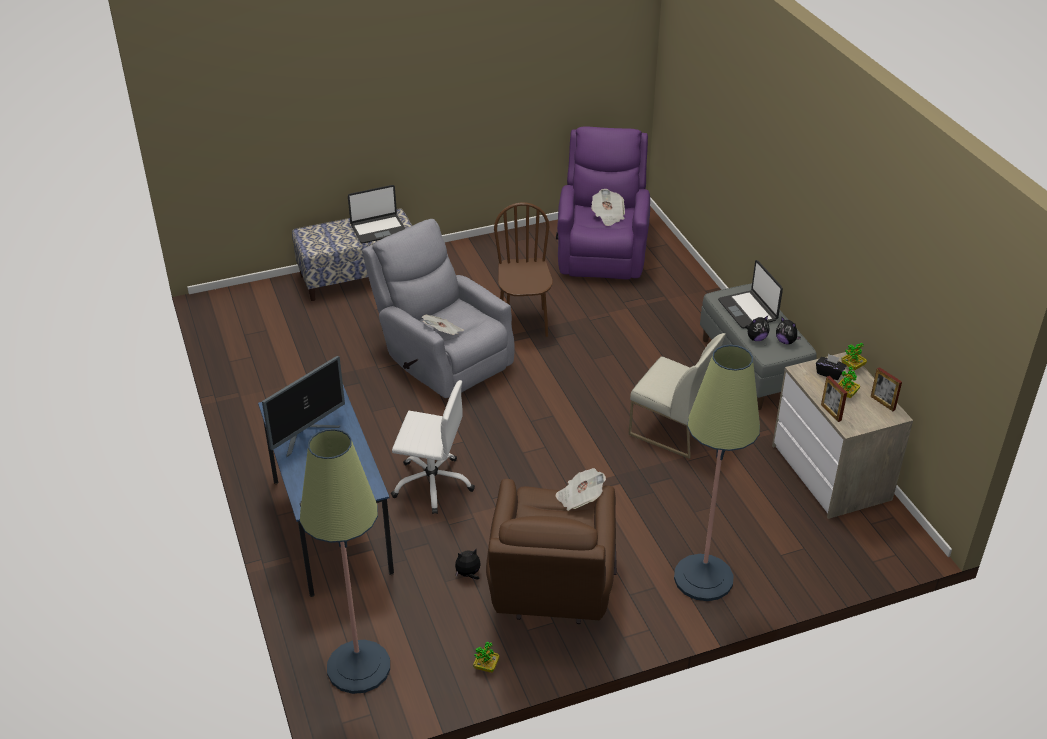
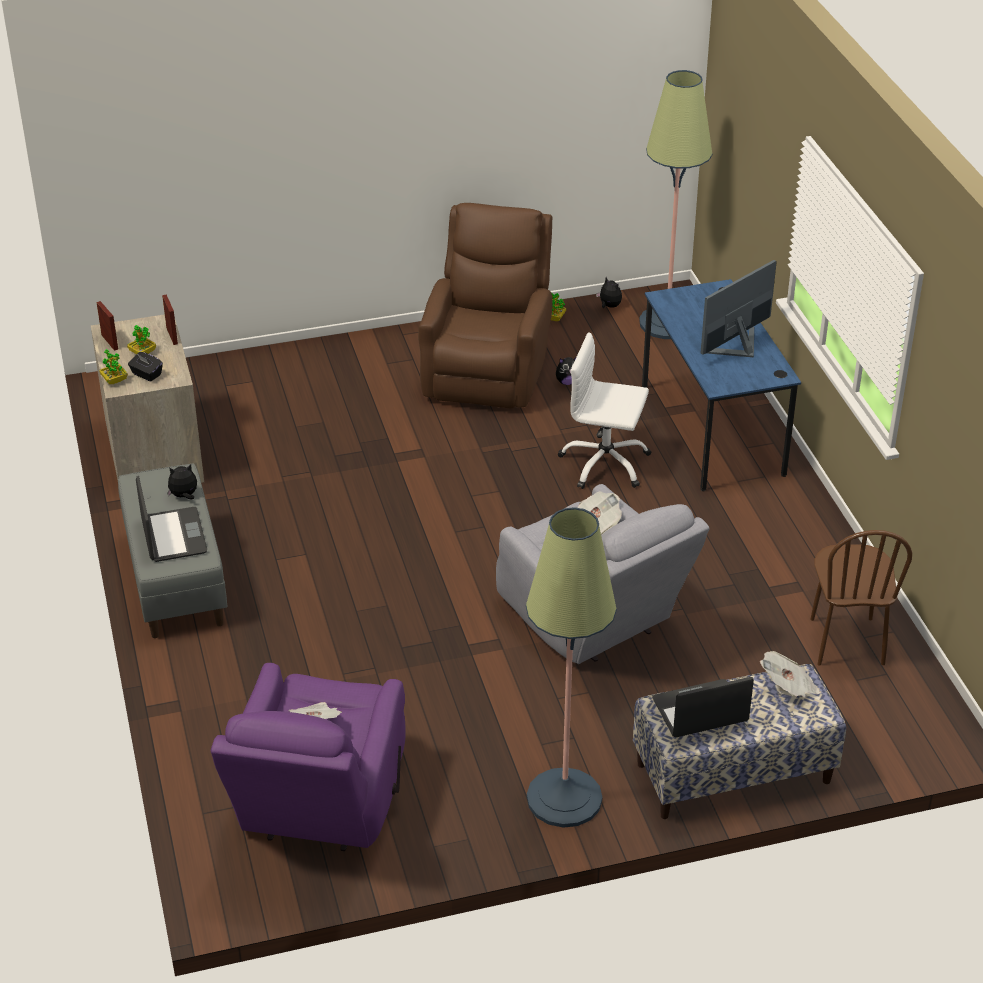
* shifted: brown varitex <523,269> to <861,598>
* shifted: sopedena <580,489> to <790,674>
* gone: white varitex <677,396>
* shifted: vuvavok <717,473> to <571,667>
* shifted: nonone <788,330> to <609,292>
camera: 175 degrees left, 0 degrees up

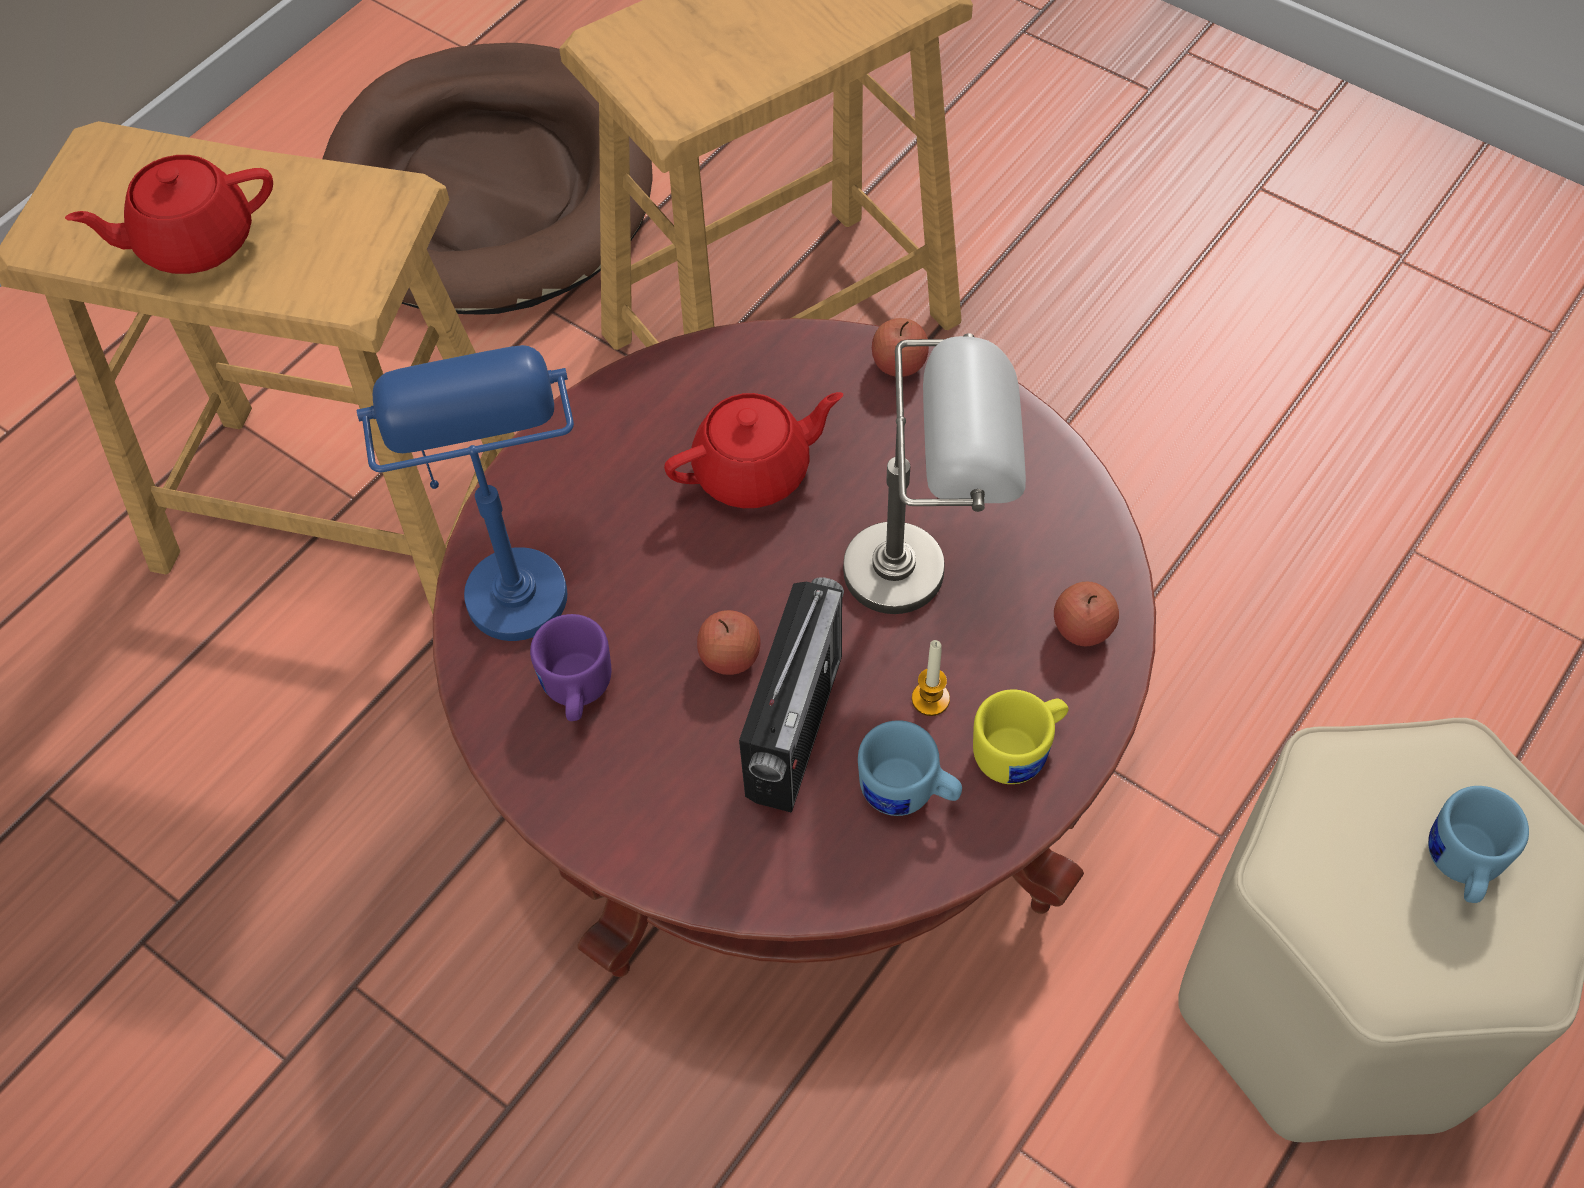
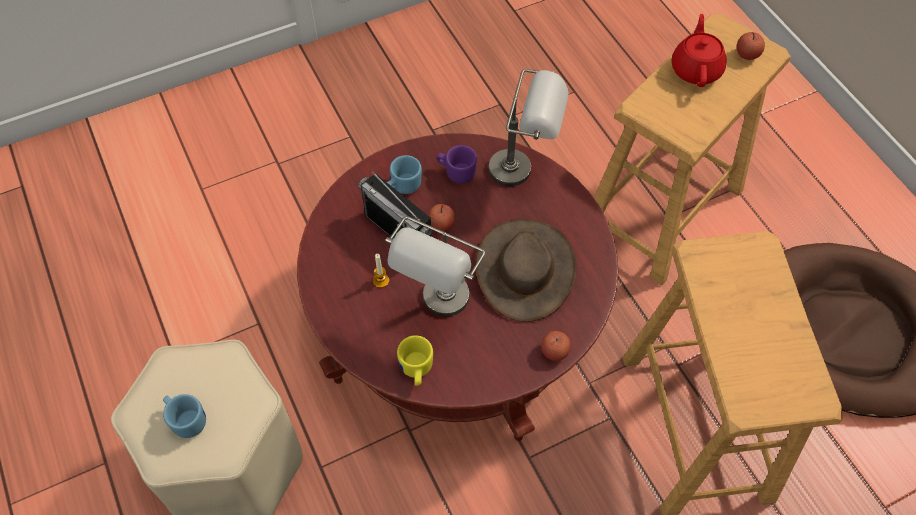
* repainted: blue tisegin <465,493> to grey tisegin <529,127>
* swapped: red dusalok <753,450> to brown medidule <526,270>
* shifted: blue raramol <910,768> to <404,174>
* shifted: yellow raramol <1021,737> to <415,360>
* shifted: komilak <1086,614> to <751,46>
camera: 115 degrees right, 0 degrees up

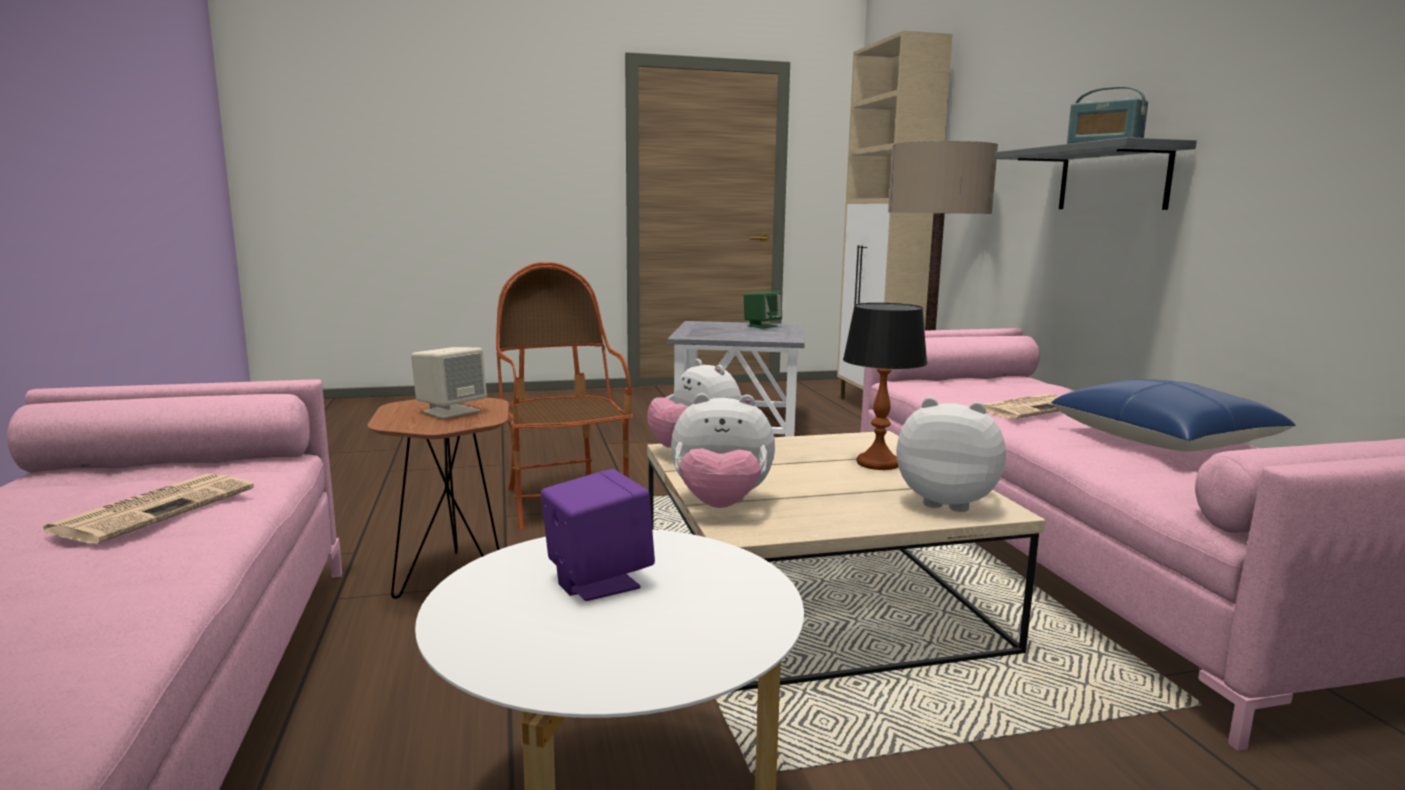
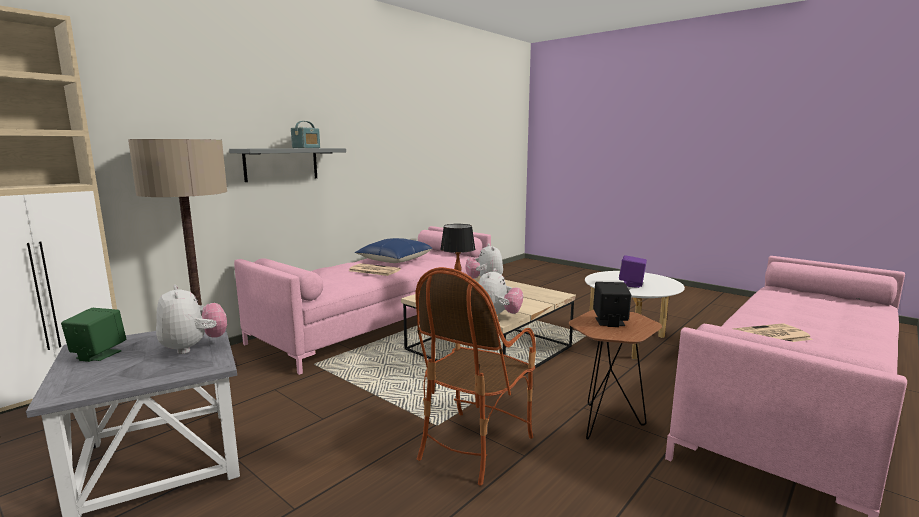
* repainted: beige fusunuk <449,383> to black fusunuk <612,304>
* shifted: nonone <723,450> to <191,319>
camera: 125 degrees left, 0 degrees up

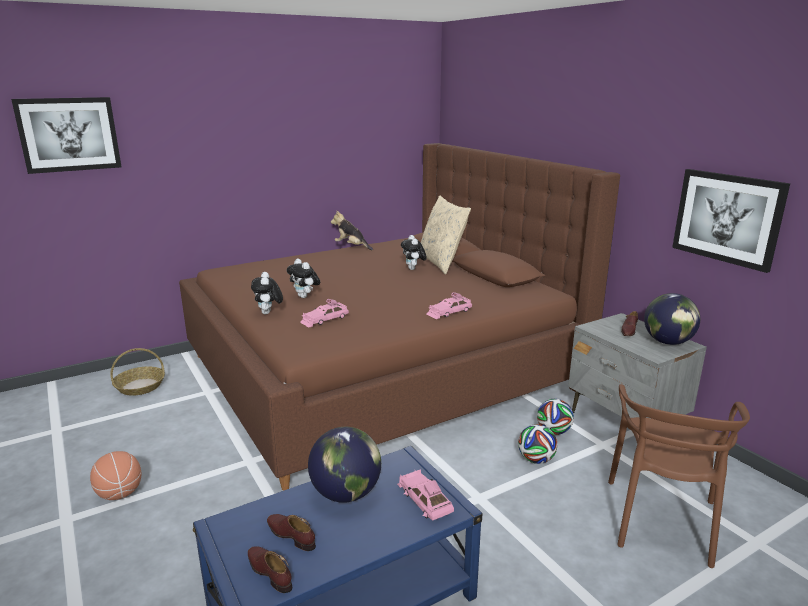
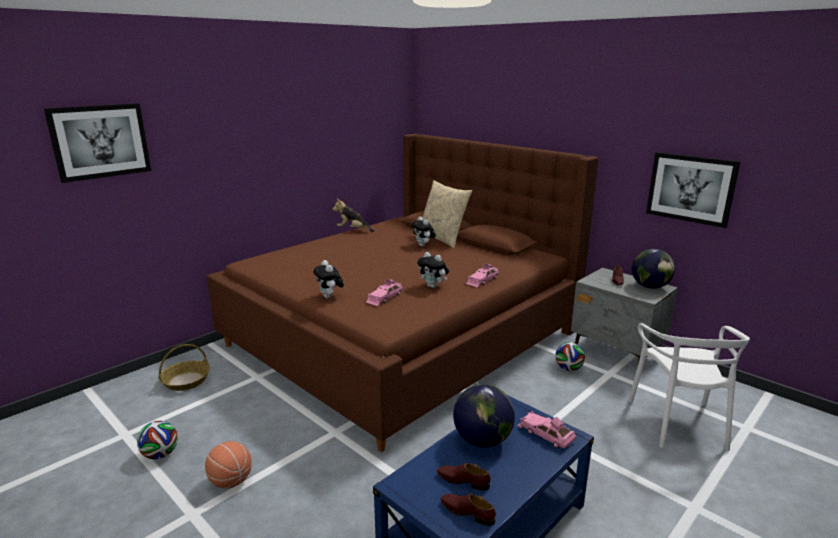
* shifted: nonone <303,278> to <433,270>
* shifted: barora <537,444> to <157,440>
* repainted: brown varitex <679,476> to white varitex <689,387>
camera: 15 degrees left, 0 degrees up

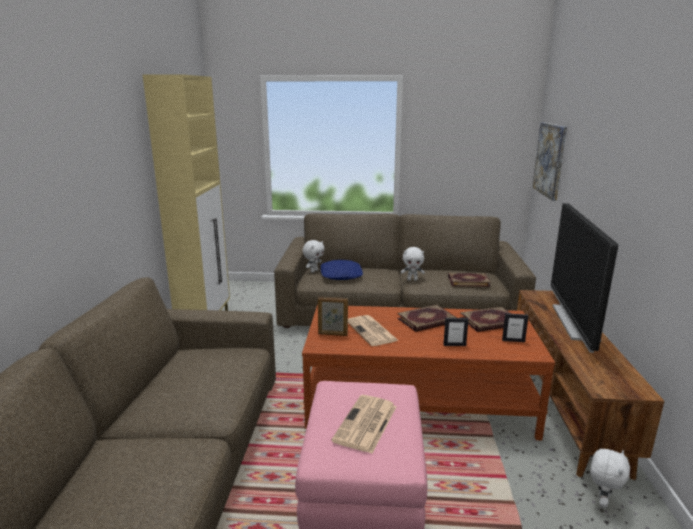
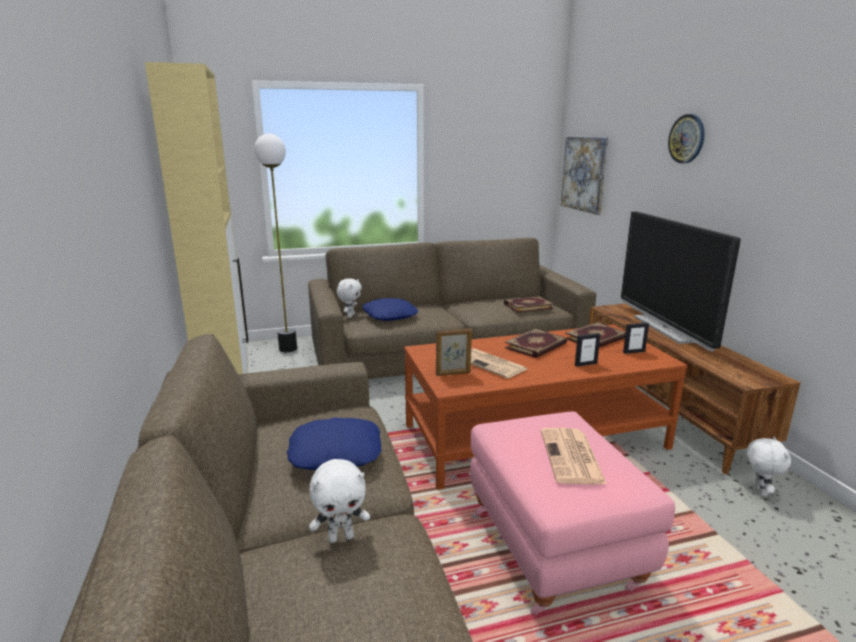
* shifted: white nonone <413,263> to <339,501>
* new: vuvavok <275,243>
* new: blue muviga <334,443>
* new: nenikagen <686,138>
camera: 20 degrees left, 0 degrees up

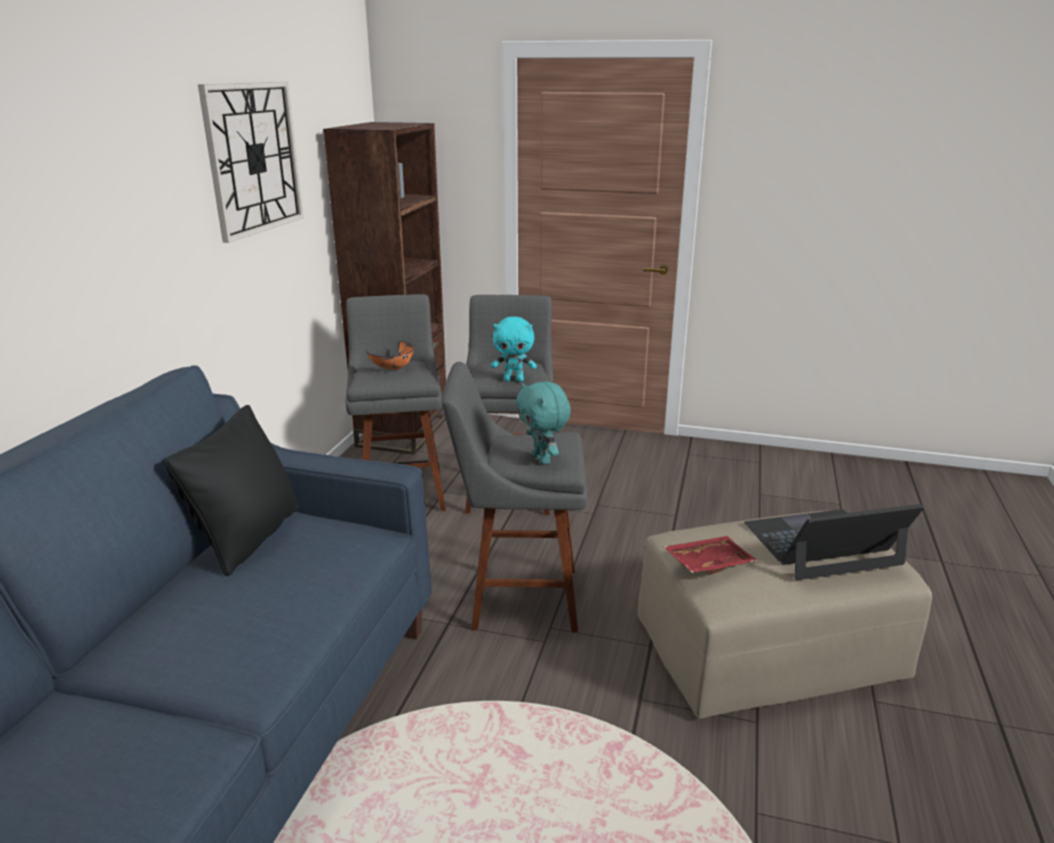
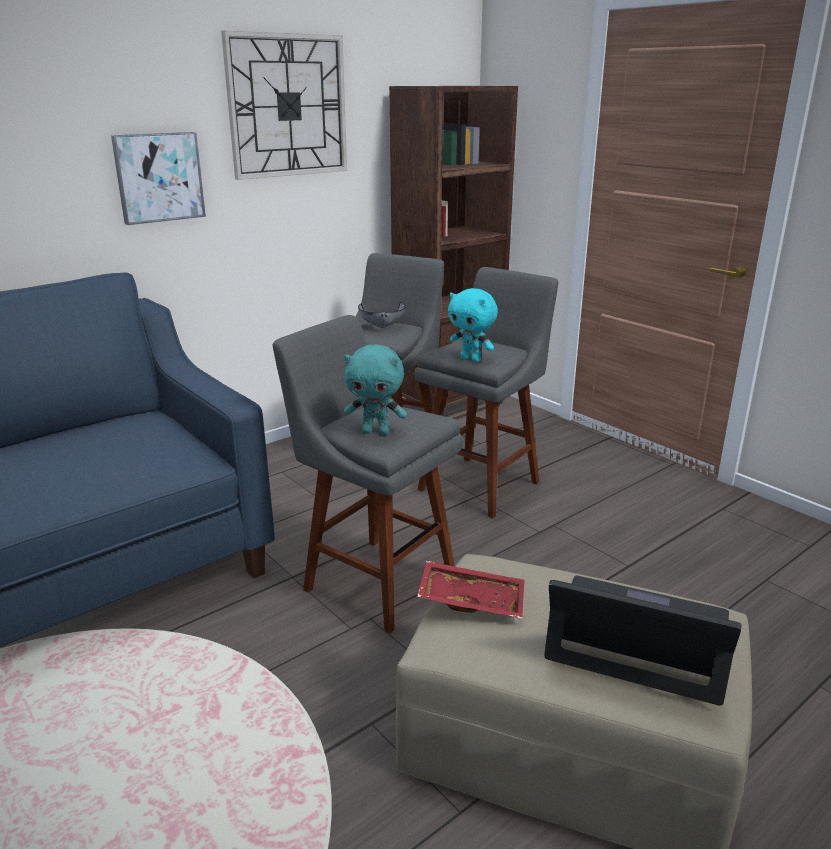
* gone: black muviga <232,490>
* repainted: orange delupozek <390,355> to grey delupozek <381,315>
* rotated: turquoise nonone <543,423> = <375,389> 90 degrees counterclockwise
* new: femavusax <158,178>
camera: 35 degrees right, 0 degrees up

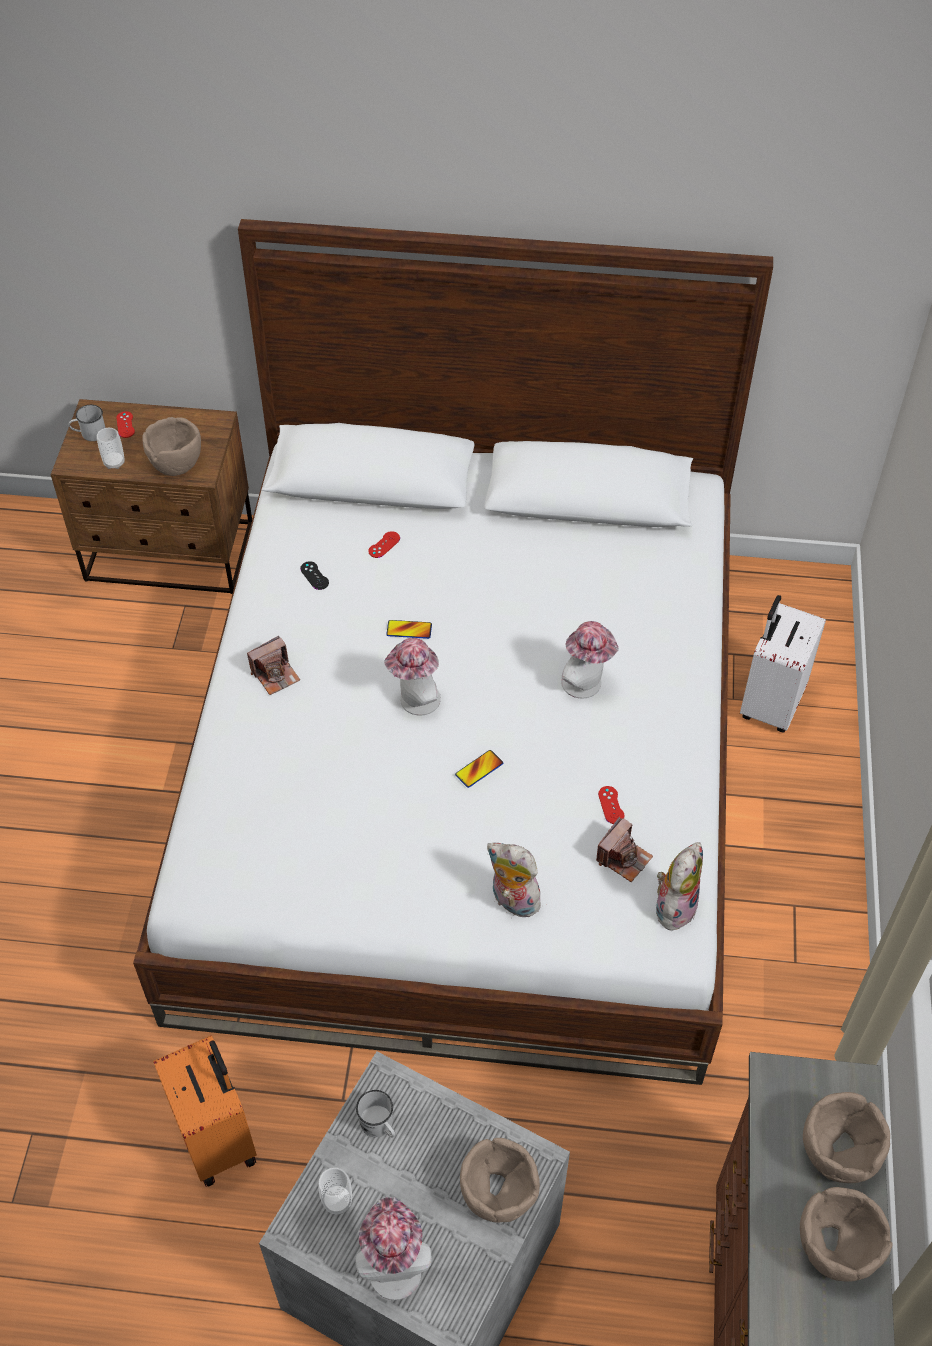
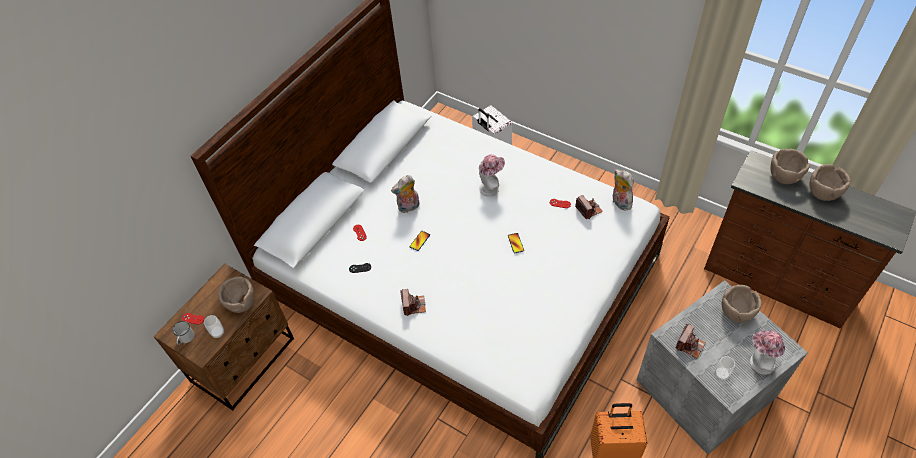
* swapped: white raramol <376,1114> to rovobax <690,340>
* gone: medidule <412,677>
* shifted: nonone <514,880> to <405,194>
camera: 60 degrees left, 0 degrees up

